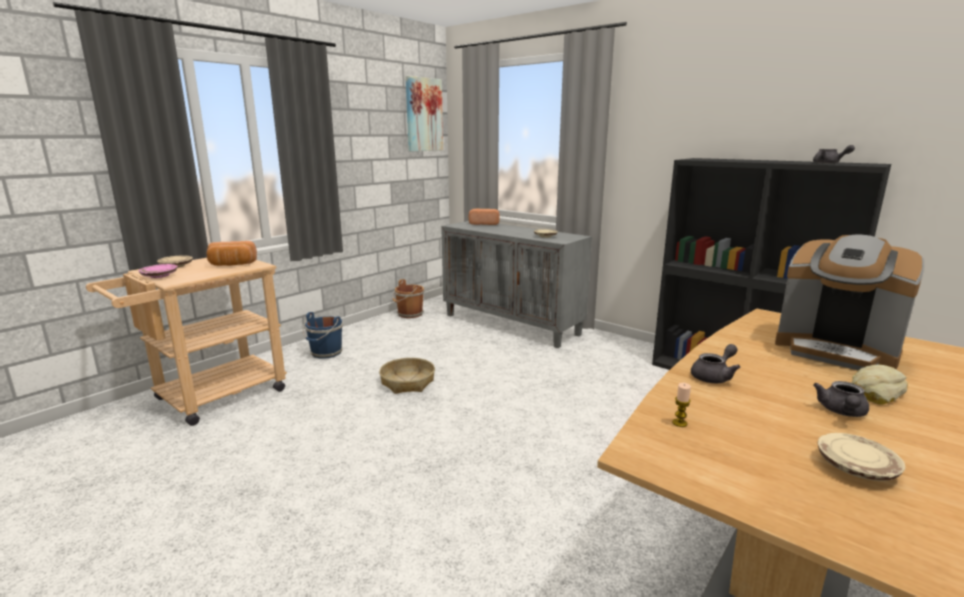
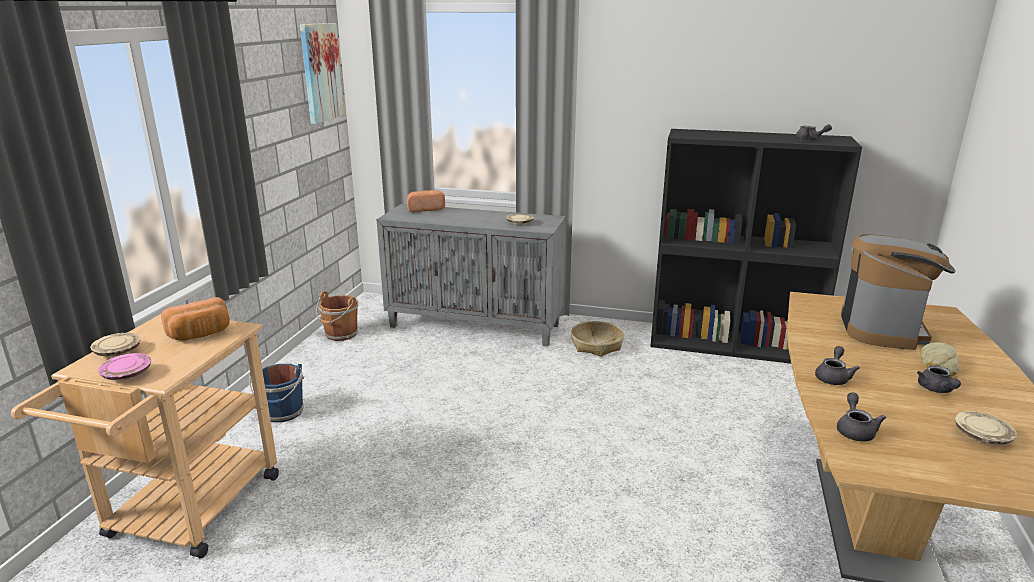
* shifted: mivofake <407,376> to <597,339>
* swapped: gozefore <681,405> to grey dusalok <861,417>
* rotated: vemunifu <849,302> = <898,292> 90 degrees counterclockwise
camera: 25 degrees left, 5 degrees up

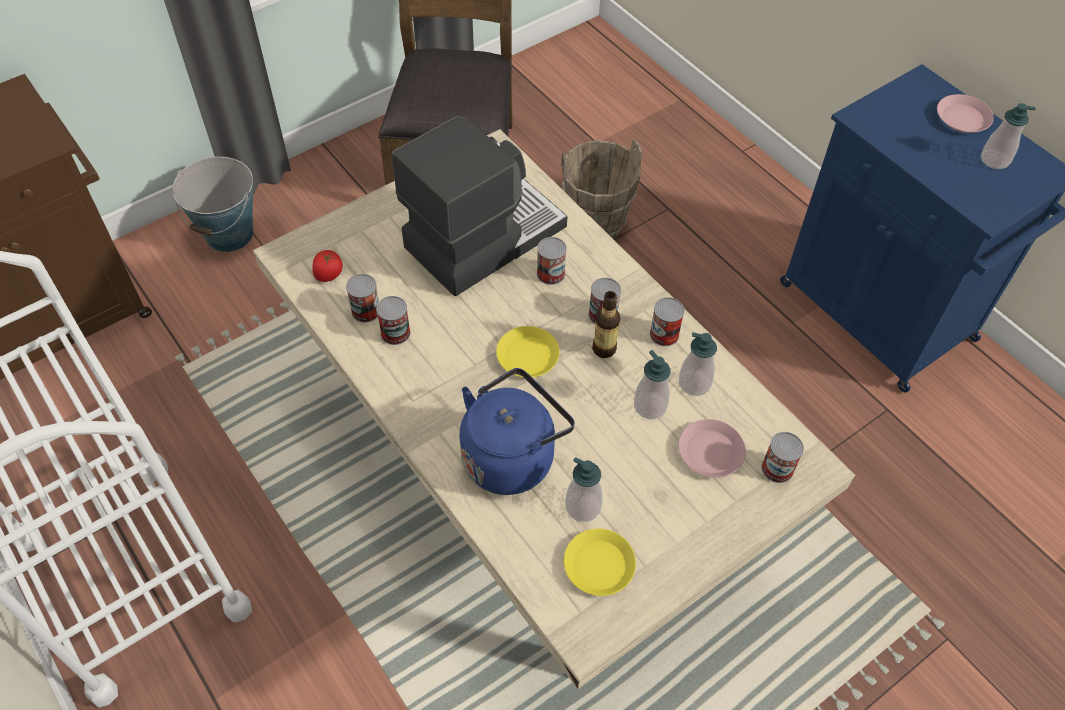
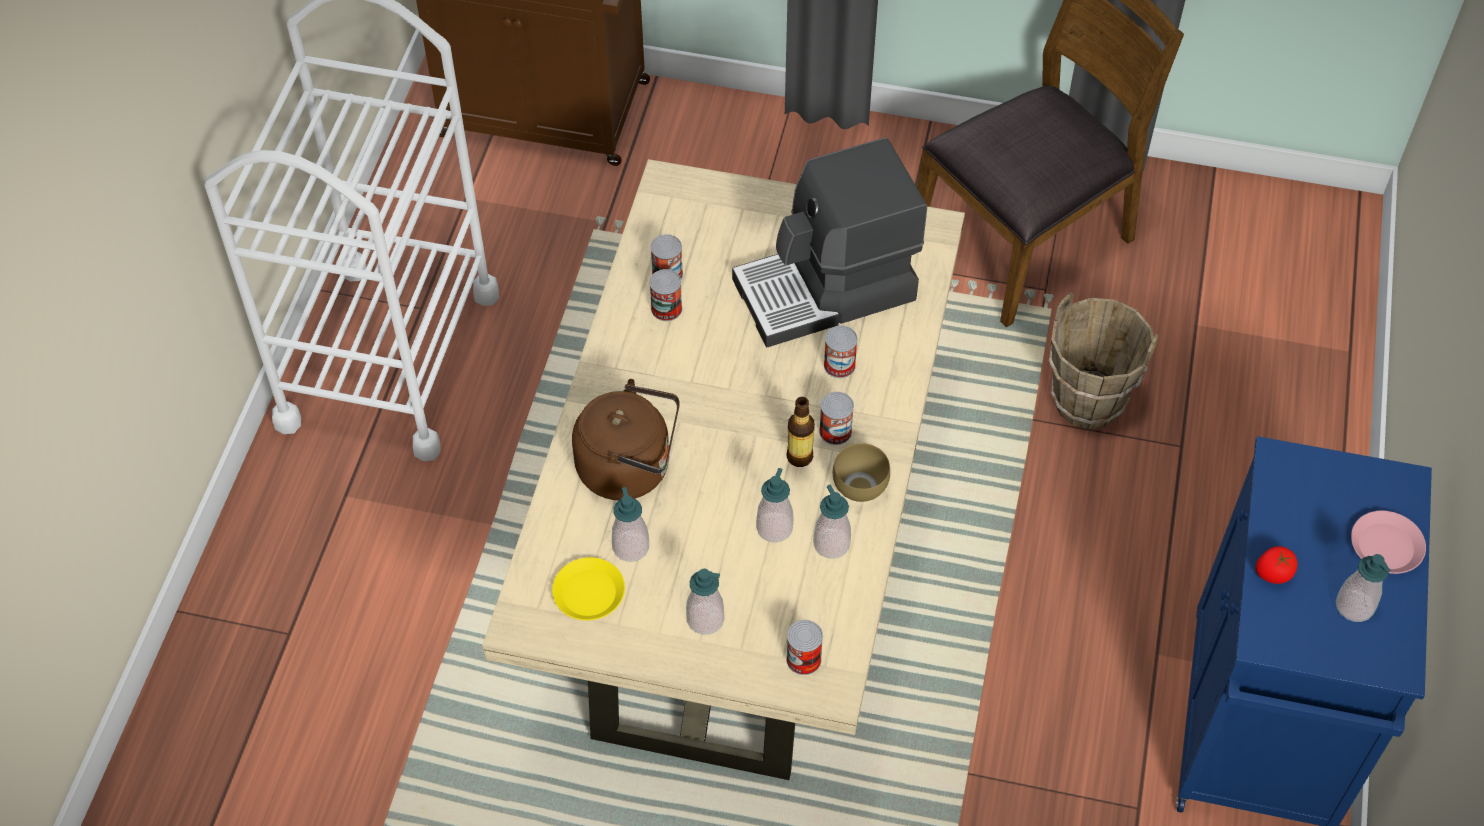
* gone: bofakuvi <212,204>
* shifted: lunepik <327,266> to <1276,565>
* rotated: vemunifu <479,206> = <829,243> 150 degrees clockwise
* repainted: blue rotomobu <517,431> to brown rotomobu <626,440>
* gone: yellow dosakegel <527,351>
* swapped: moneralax <667,321> to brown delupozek <861,472>
* gone: pink dosakegel <712,448>
* new: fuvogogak <705,602>
camera: 50 degrees right, 0 degrees up

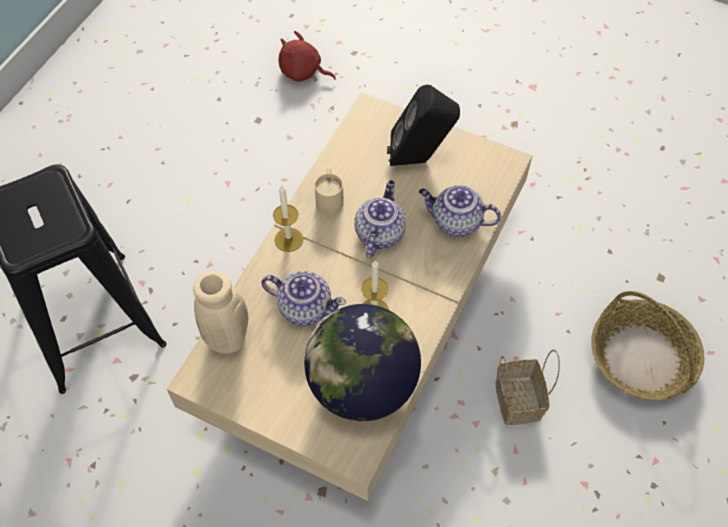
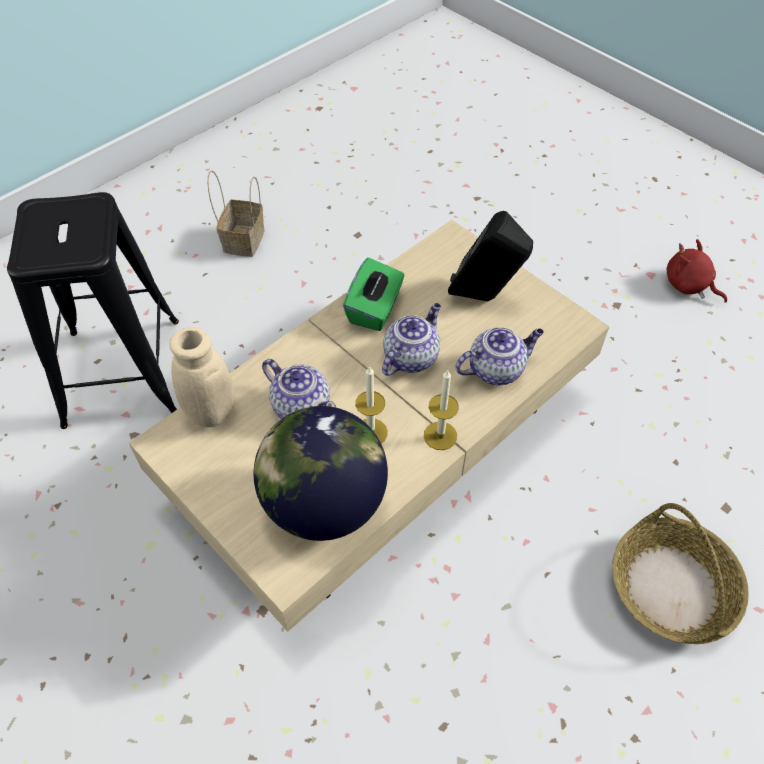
* shifted: gozefore <288,218> to <441,409>
* shifted: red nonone <307,56> to <697,270>
* swapped: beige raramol <329,191> to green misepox <374,294>
* rotated: dusalok <460,211> = <499,356> 120 degrees clockwise
* shifted: mivofake <527,387> to <235,213>
camera: 20 degrees right, 5 degrees down

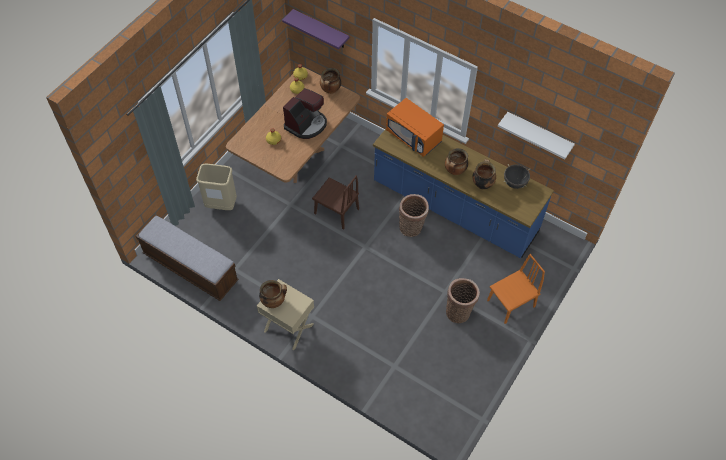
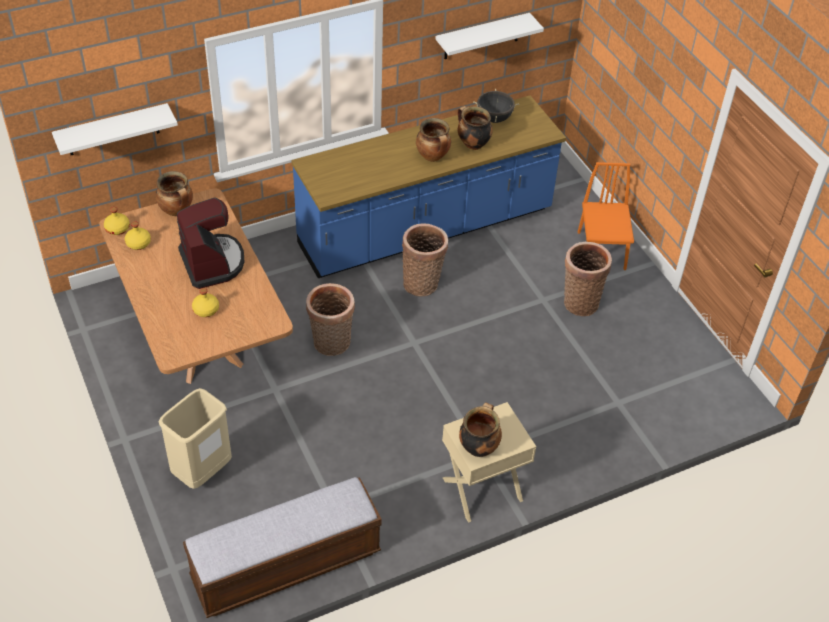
* repainted: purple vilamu <316,29> to white vilamu <115,129>
* swapped: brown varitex <335,202> to mivofake <330,319>
* gone: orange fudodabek <415,127>
camera: 60 degrees left, 10 degrees down

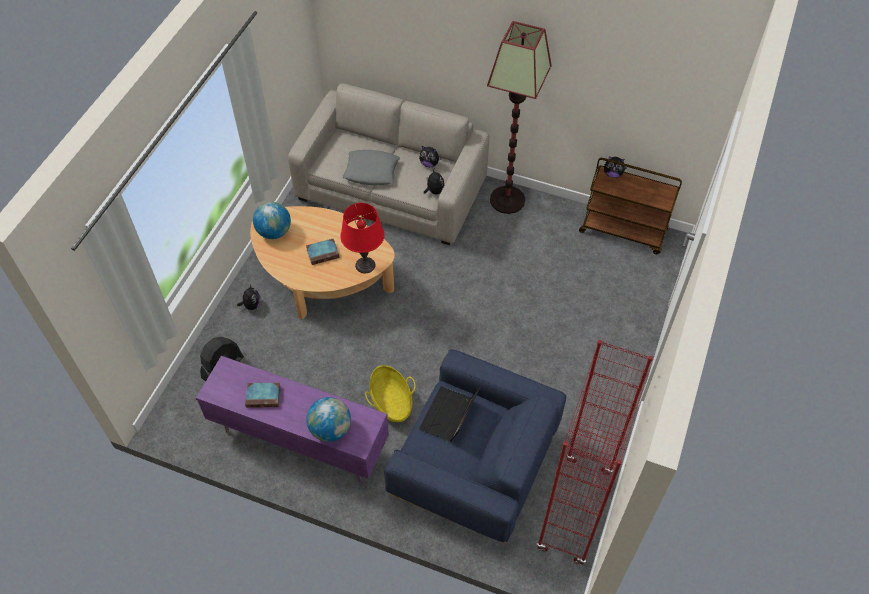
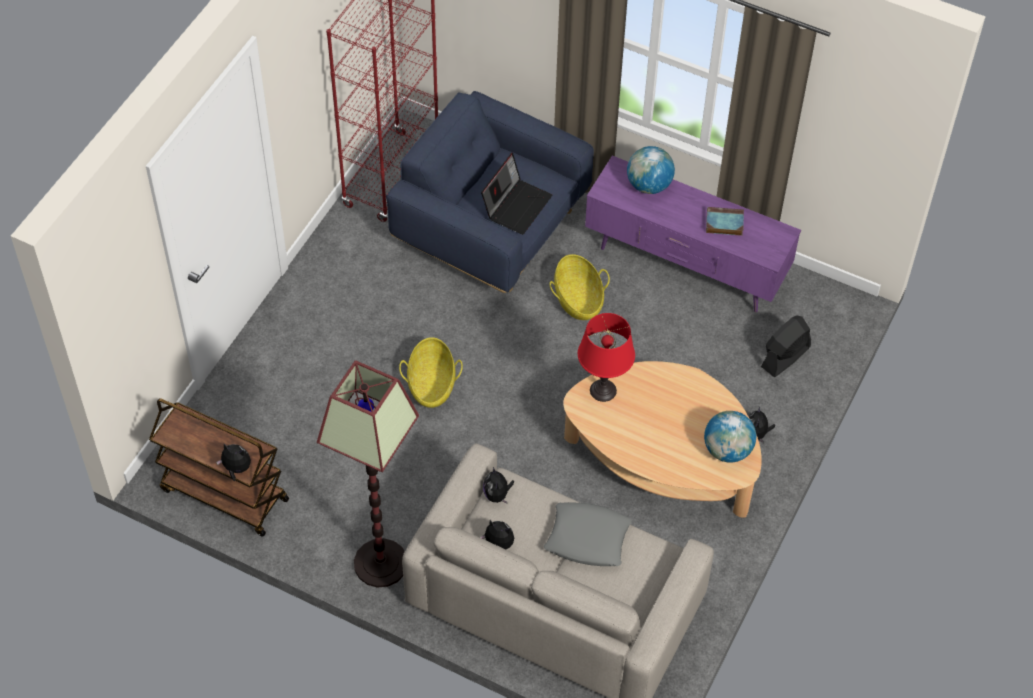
* gone: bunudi <323,252>
* new: mivofake <431,372>
camera: 175 degrees left, 0 degrees up

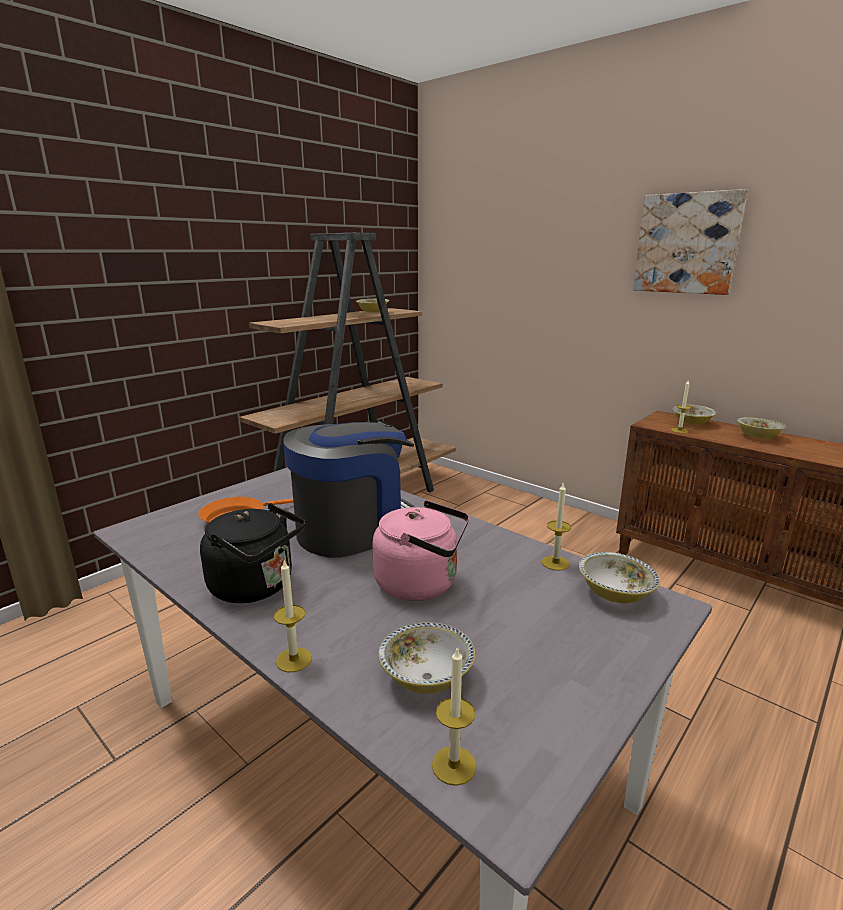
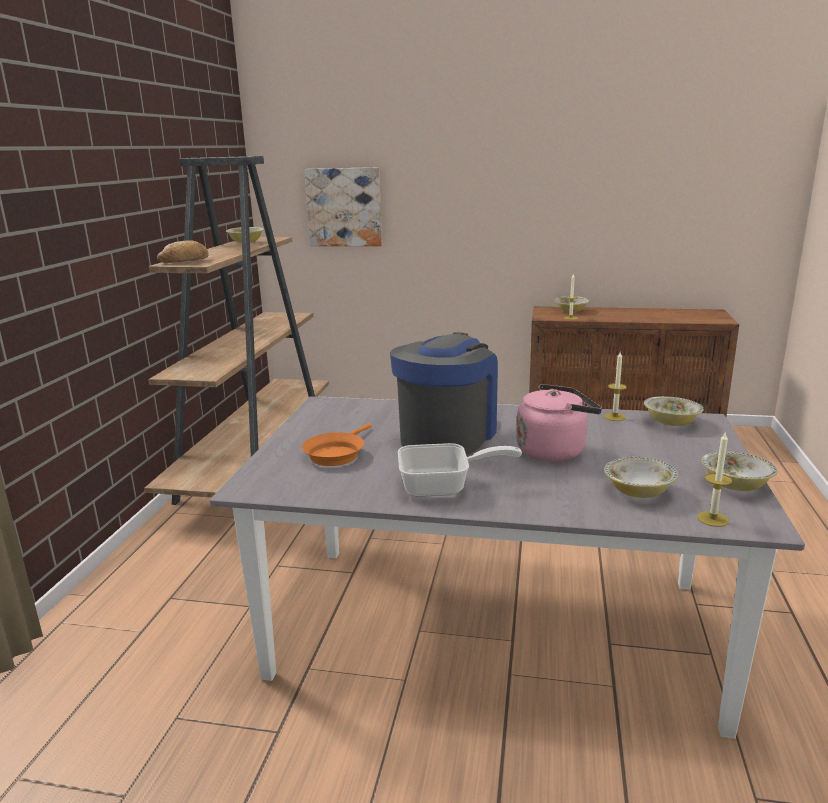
* swapped: black rotomobu <252,553> to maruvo <460,470>
* gone: gozefore <292,616>
* shifted: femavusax <690,242> to <343,206>
* shifted: delupozek <761,428> to <739,471>
* new: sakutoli <183,251>
camera: 30 degrees left, 0 degrees up

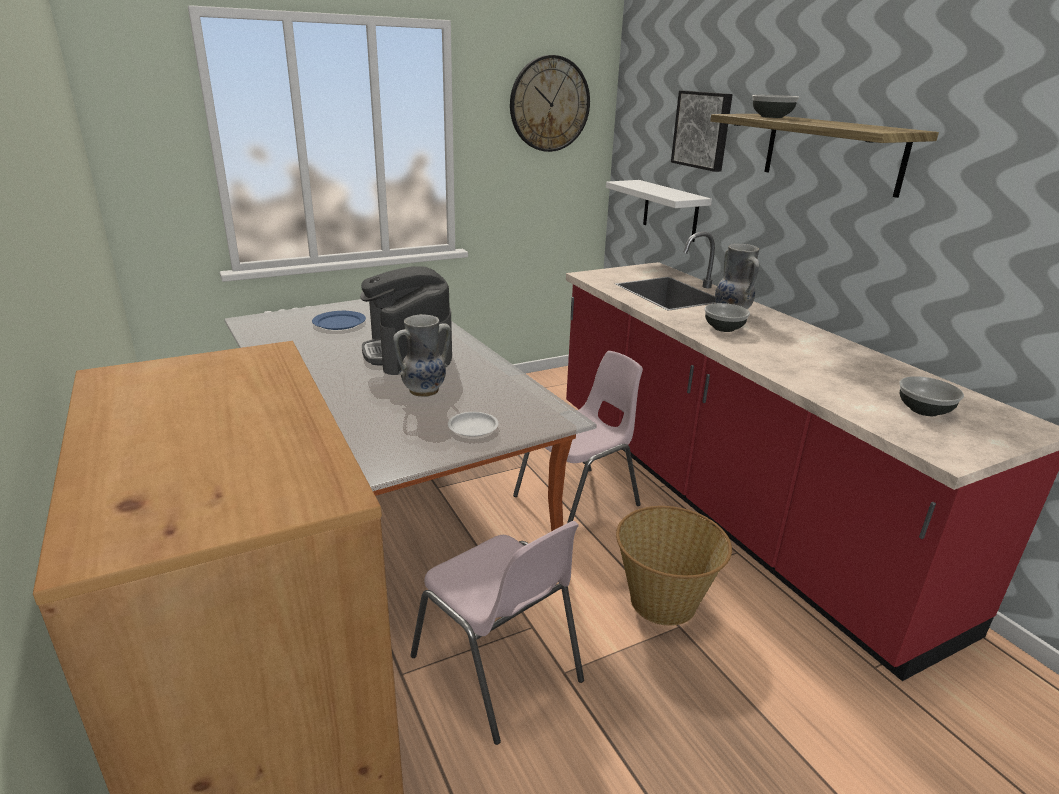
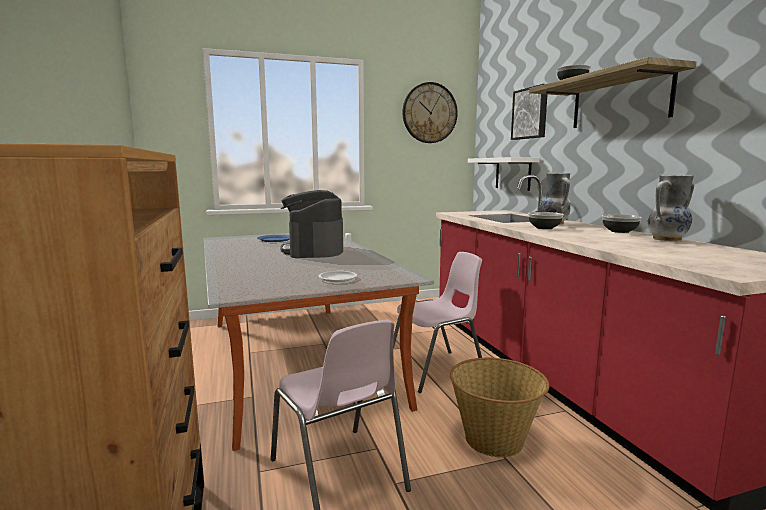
* shifted: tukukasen <422,355> to <671,208>
* shifted: delupozek <931,396> to <622,223>
camera: 10 degrees right, 15 degrees down

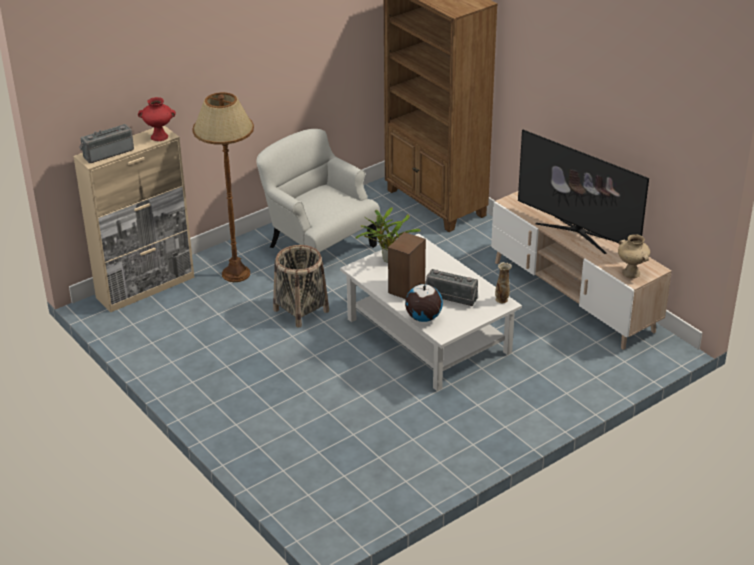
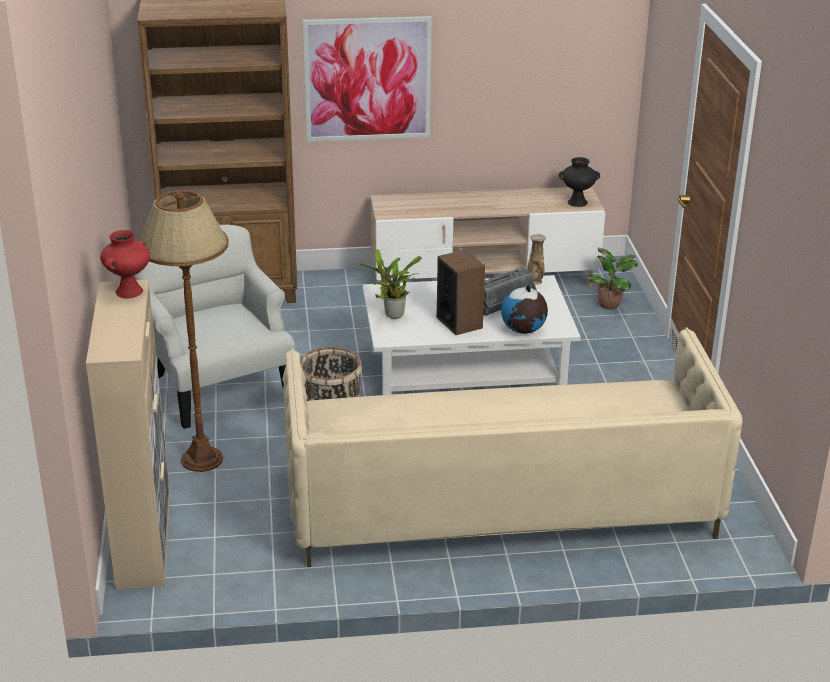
* gone: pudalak <106,143>
* rotated: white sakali <318,191> = <214,327> 75 degrees clockwise
* gone: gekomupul <583,192>
* repainted: beige tukukasen <634,256> to black tukukasen <579,182>
* new: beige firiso <512,447>
* new: femavusax <367,79>
* new: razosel <612,279>
camera: 60 degrees left, 5 degrees down

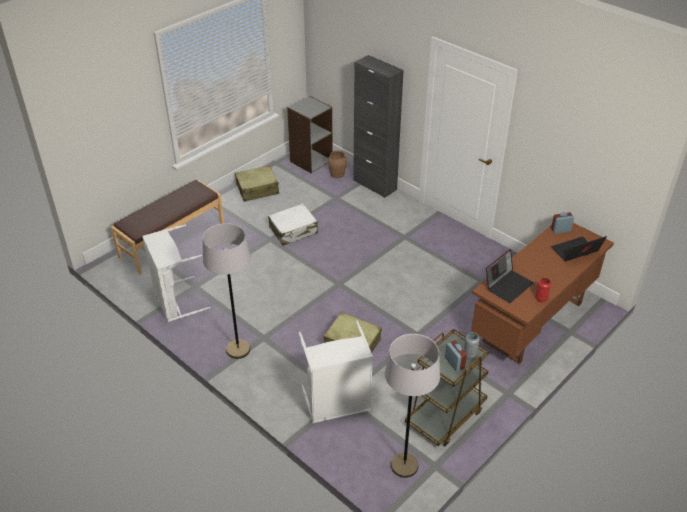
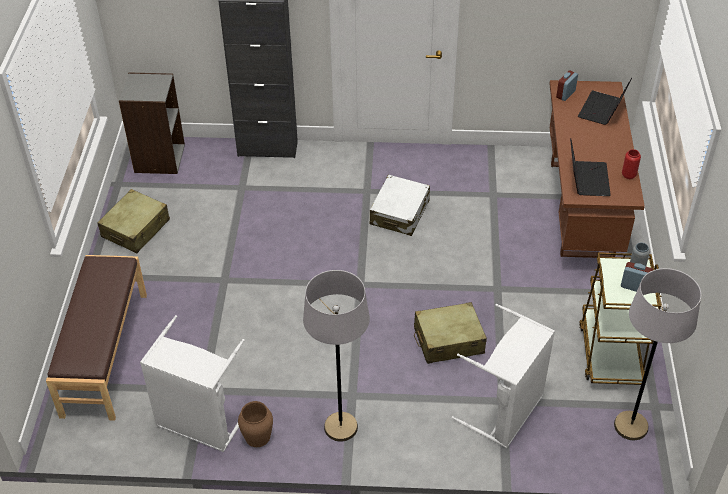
* shifted: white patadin <293,225> to <400,205>
* shifted: brown tukukasen <337,164> to <255,424>
camera: 40 degrees left, 5 degrees up

